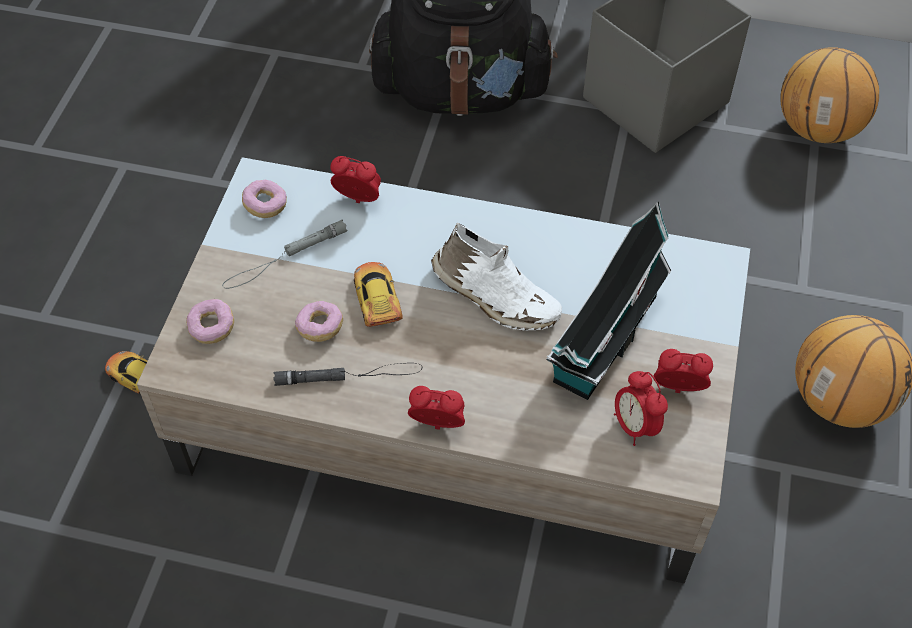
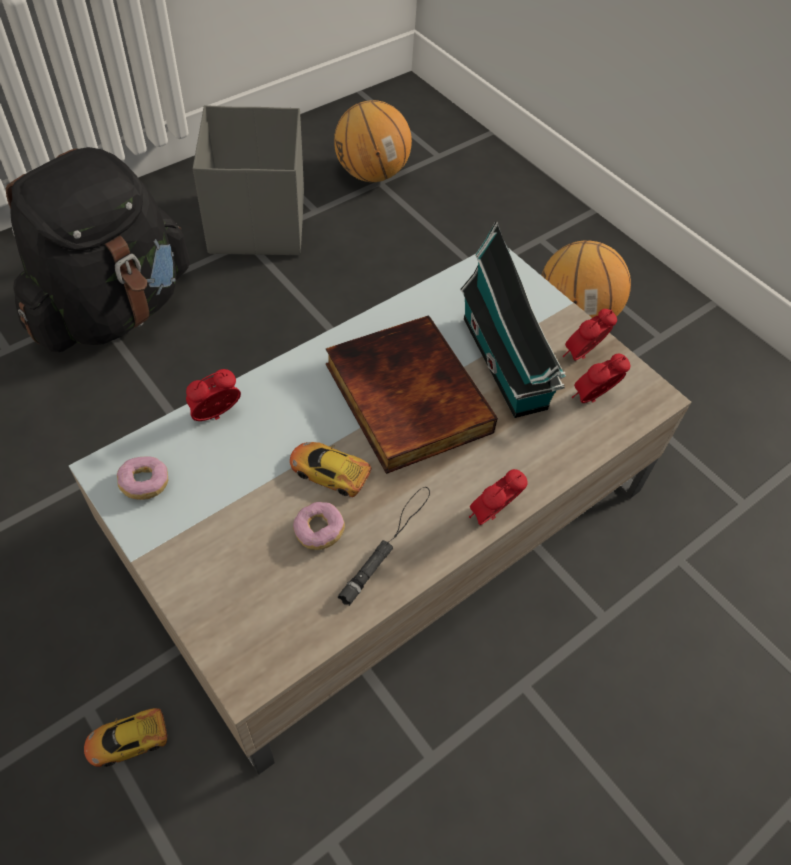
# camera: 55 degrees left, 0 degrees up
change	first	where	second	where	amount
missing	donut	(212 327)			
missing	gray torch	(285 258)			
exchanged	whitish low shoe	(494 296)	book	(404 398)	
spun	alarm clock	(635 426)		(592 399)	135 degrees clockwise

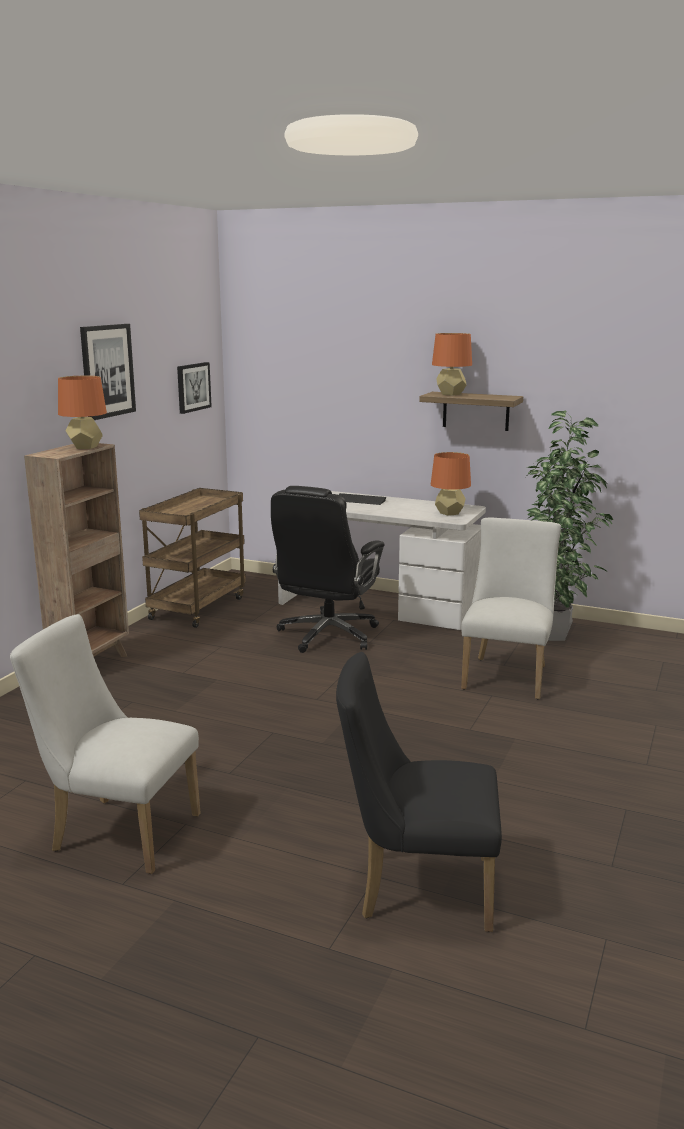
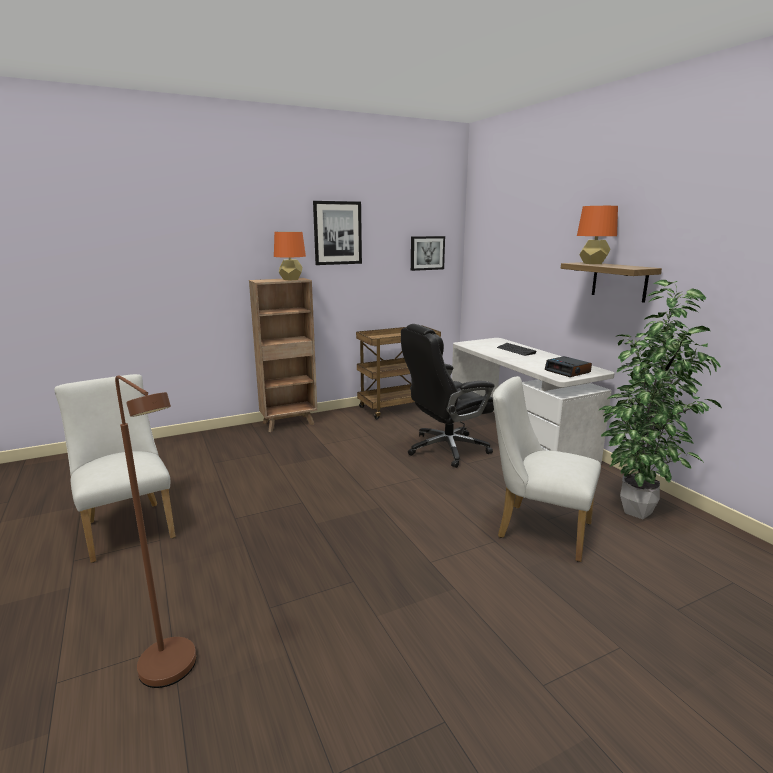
# camera: 40 degrees right, 0 degrees up
change	first	where	second	where	amount
exchanged	black plain chair	(415 888)	brownish floor lamp	(174 674)	
exchanged	orange table lamp	(449 513)	alarm clock	(568 371)	
spun	whitish plain chair	(507 675)		(537 529)	120 degrees counterclockwise

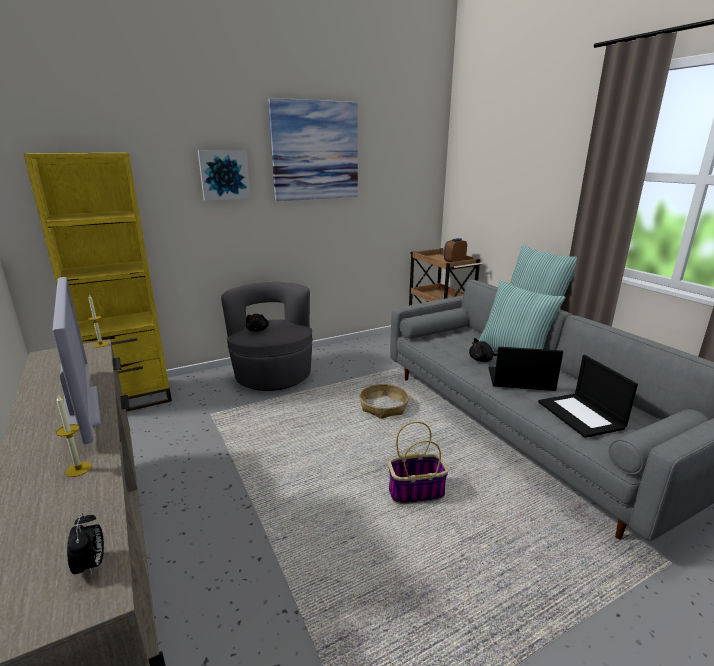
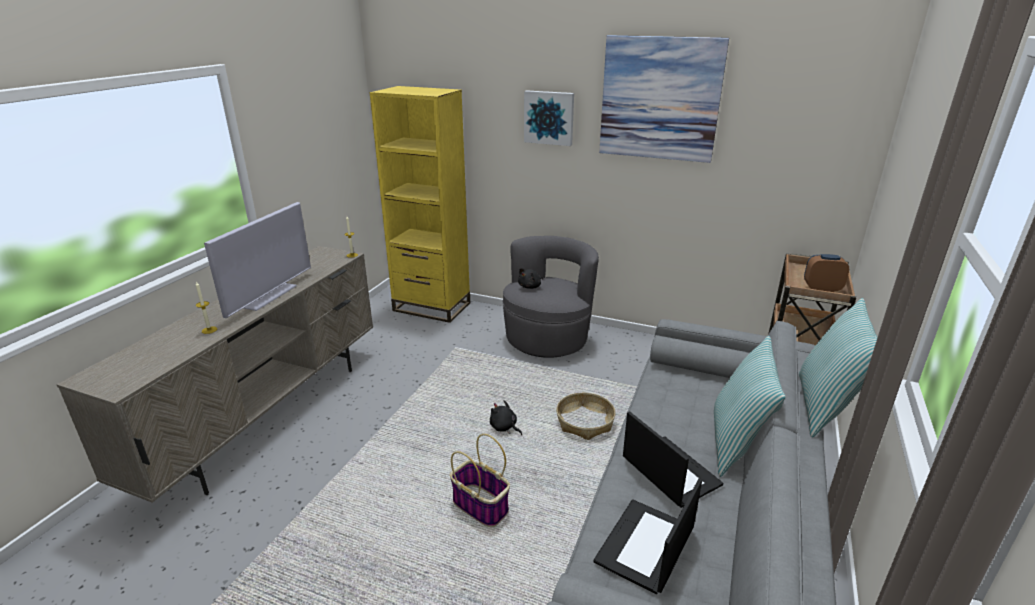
# camera: 50 degrees right, 5 degrees up
change	first	where	second	where	amount
missing	alarm clock	(91 565)			
relocated	black plush toy	(482 360)		(504 427)	

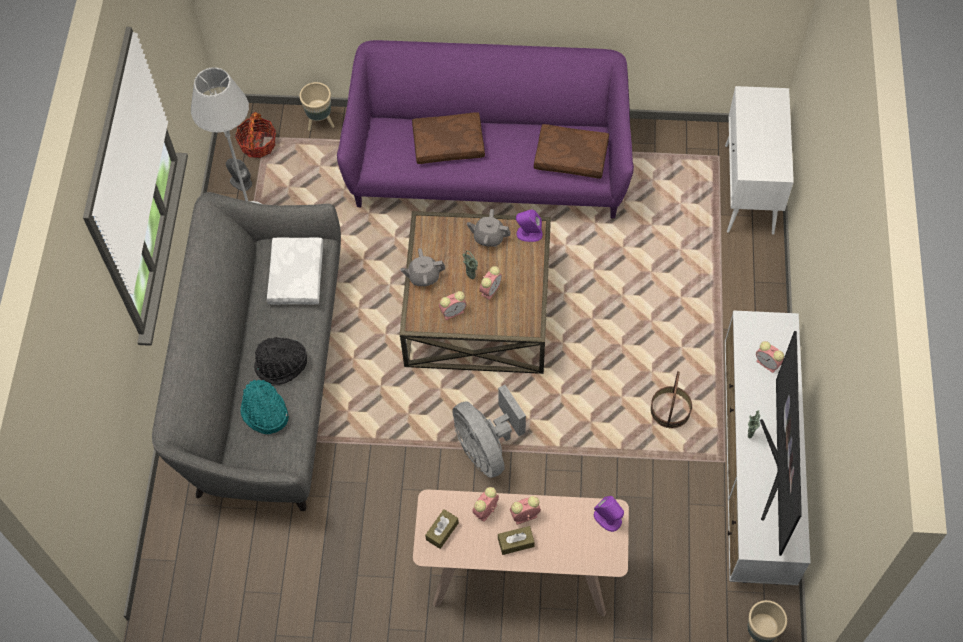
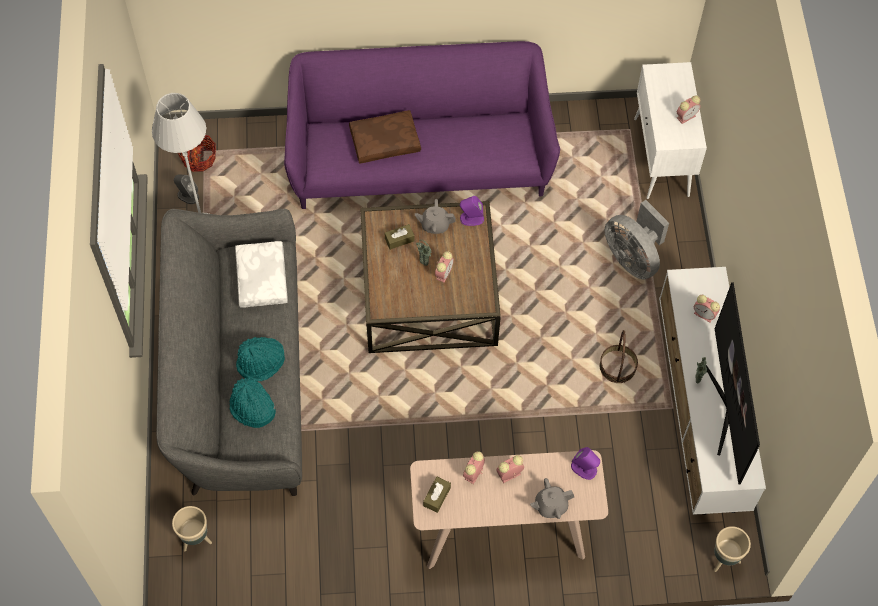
# camera: 10 degrees left, 0 degrees up
change	first	where	second	where	amount
colour	black clothing hat	(281 365)	turquoise-coloured clothing hat	(261 363)	
relocated	beige-coloured flower pot	(320 122)		(196 539)	
relocated	gray pot for tea	(423 276)		(550 505)	
relocated	alarm clock	(453 311)		(686 116)	
relocated	gray fan	(486 448)		(633 258)	
relocated	brownish tissue holder	(516 542)		(399 239)	
missing	brownish cushion	(570 157)			

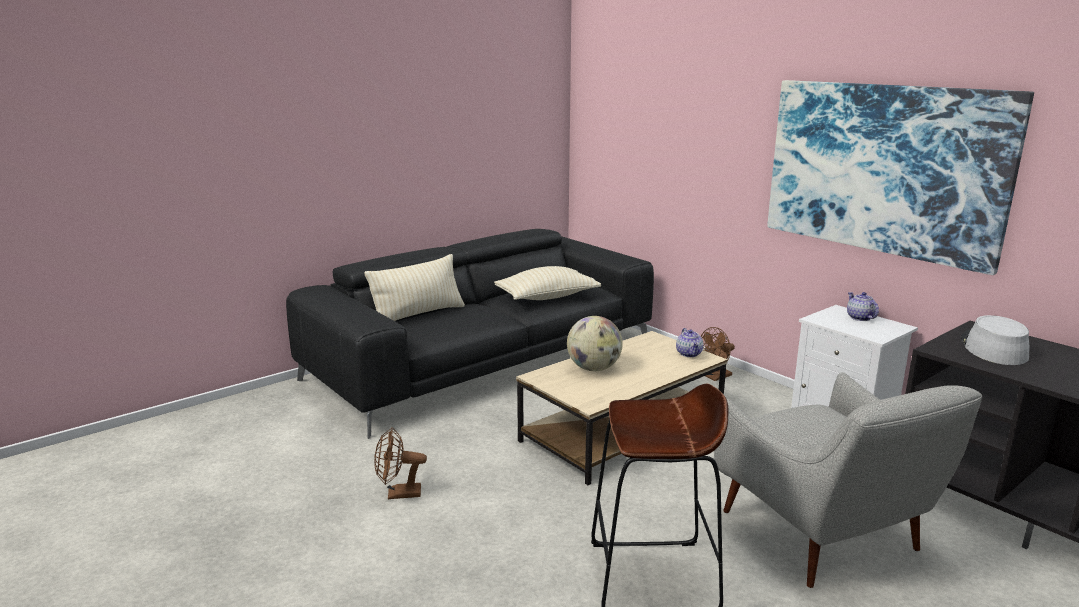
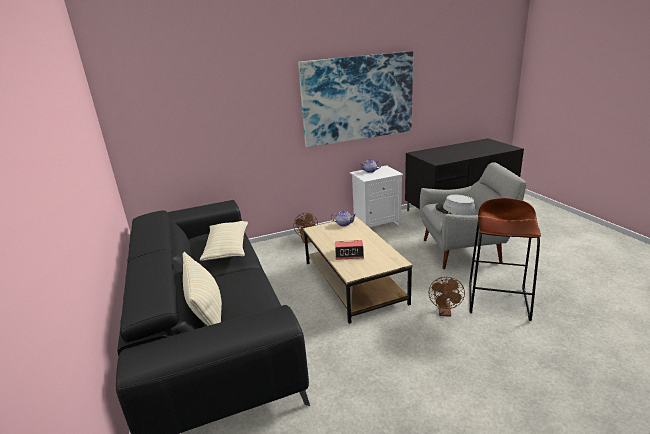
# camera: 70 degrees left, 5 degrees up
change	first	where	second	where	amount
relocated	brownish fan	(398 494)		(445 312)	
exchanged	world globe	(594 369)	alarm clock	(349 253)	
relocated	gray clothing hat	(992 348)		(455 210)	

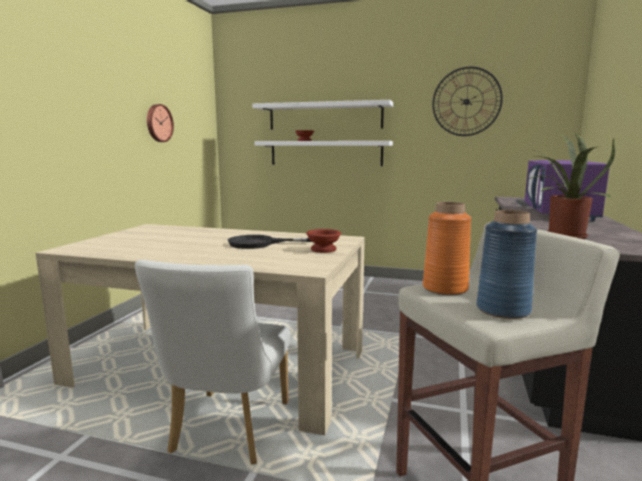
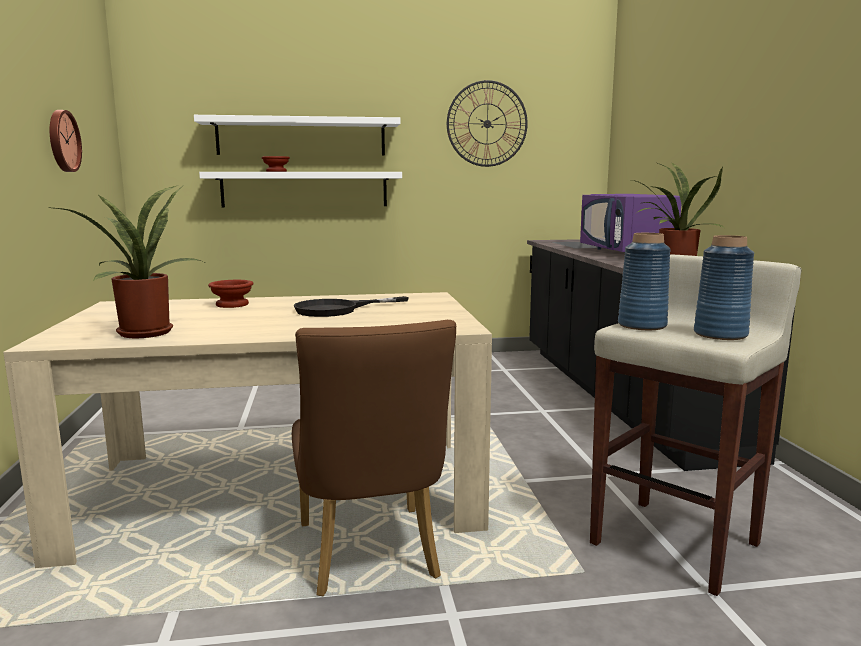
# camera: 25 degrees left, 0 degrees up
change	first	where	second	where	amount
colour	whitish plain chair	(227 432)	brownish plain chair	(370 557)	
relocated	brownish deep dish	(322 249)		(231 304)	
colour	orange flower vase	(445 288)	blue flower vase	(642 325)	
appeared			houseplant	(143 332)	

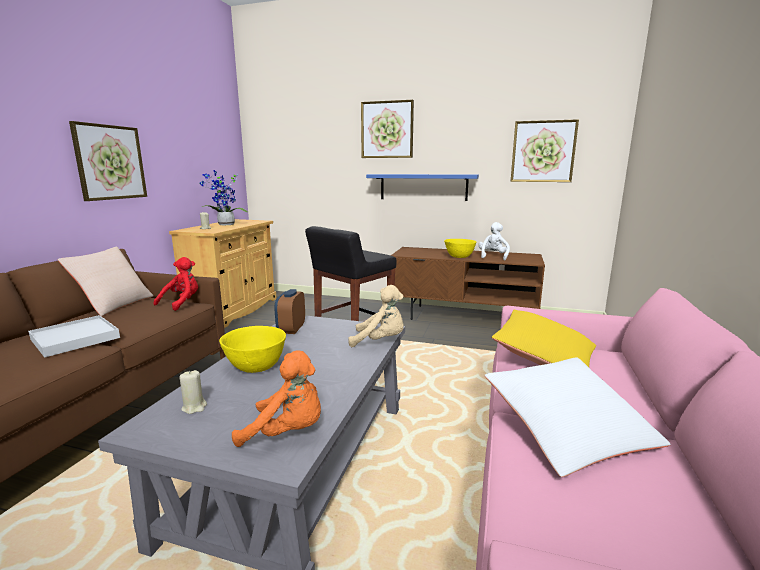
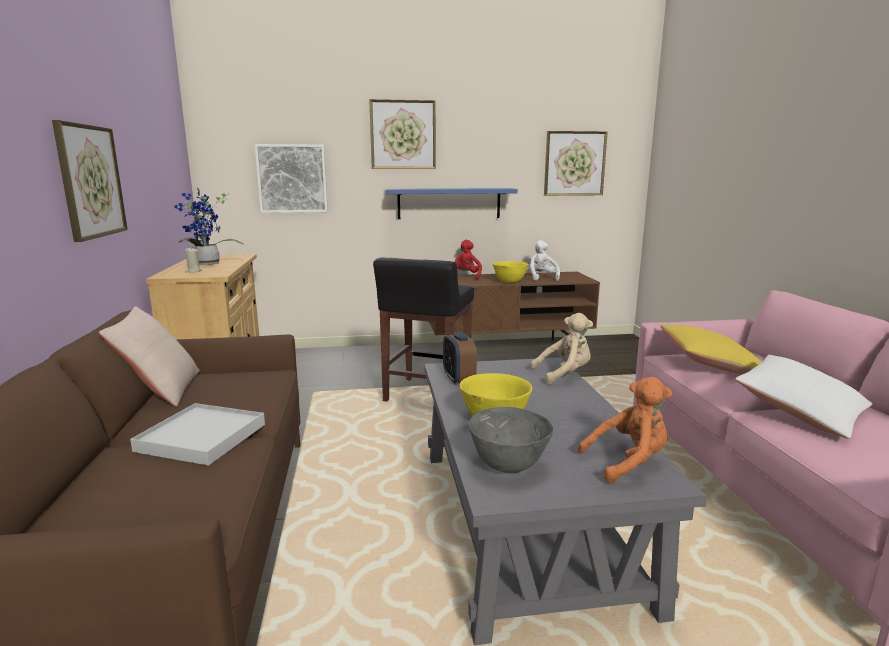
# camera: 25 degrees left, 0 degrees up
change	first	where	second	where	amount
relocated	reddish plush toy	(182 303)		(465 277)	
exchanged	beige-coloured candle	(194 407)	gray deep dish	(508 466)	
appeared			picture	(292 178)	

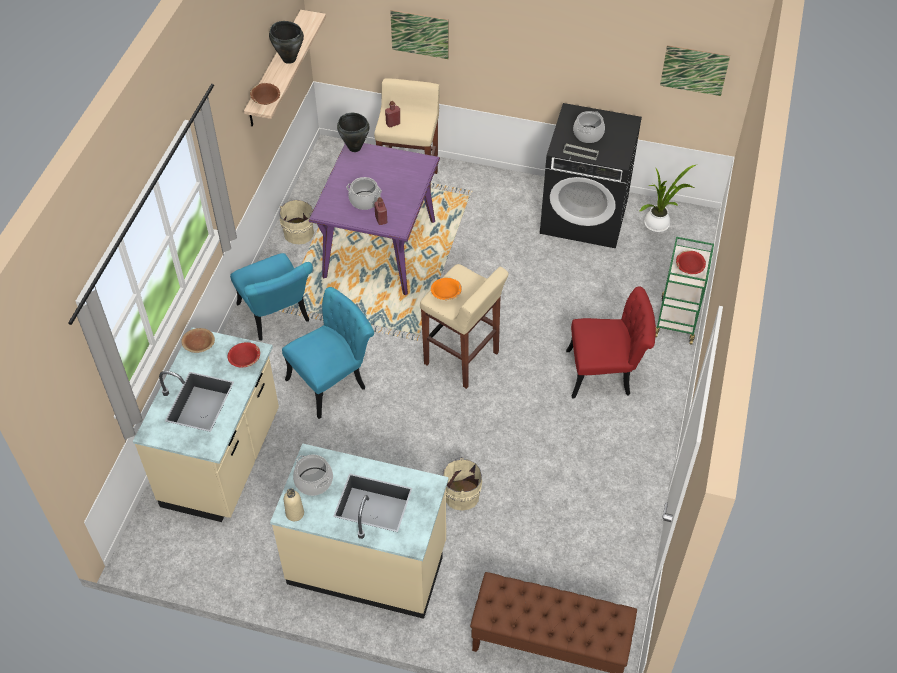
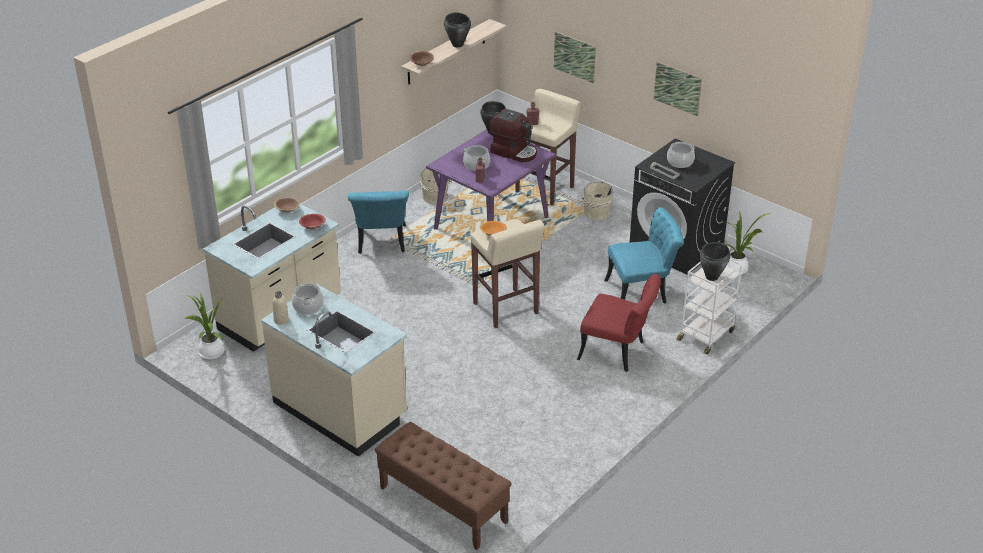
# camera: 25 degrees right, 15 degrees down
change	first	where	second	where	amount
relocated	turquoise-coloured plain chair	(333 380)		(642 291)	
relocated	beige-coloured water bucket	(460 495)		(595 212)	
colour	greenish cart	(676 319)	whitish cart	(706 335)	
relocated	picture	(694 70)		(677 88)	
exchanged	reddish deep dish	(689 268)	black cooking pot	(712 277)	
appeared			houseplant	(211 354)	
appeared			coffee machine	(514 152)	

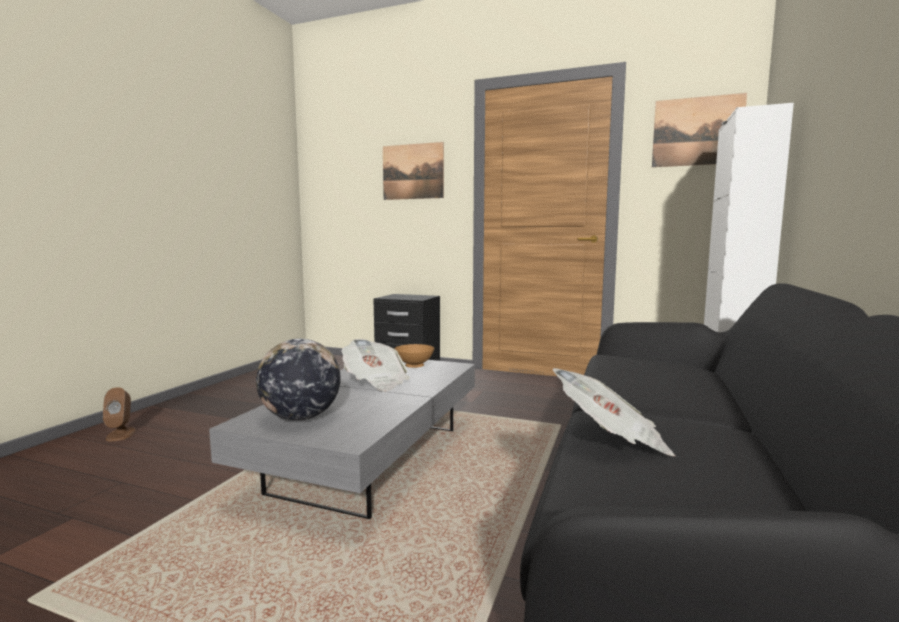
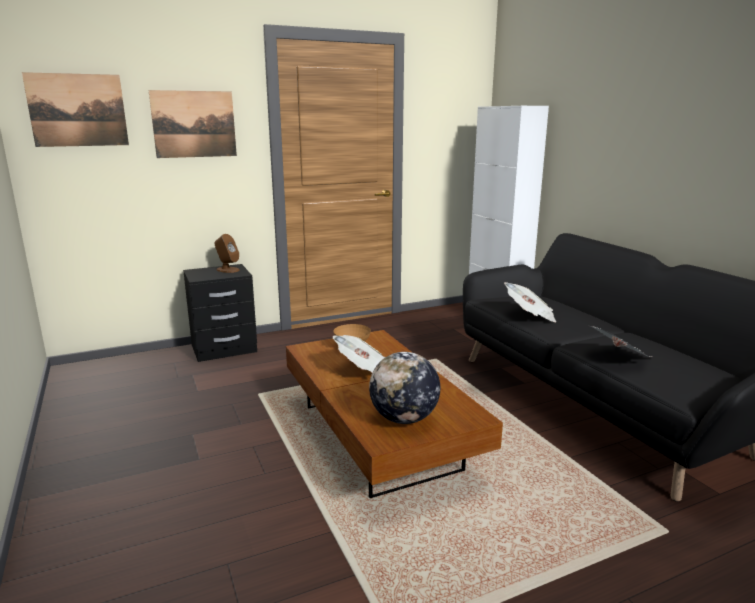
# camera: 45 degrees left, 10 degrees up
change	first	where	second	where	amount
relocated	brownish loudspeaker	(121 434)		(227 270)	
colour	gray coffee table	(371 459)	brownish coffee table	(380 437)	
relocated	picture	(697 131)		(78 110)	
appeared			newspaper	(530 316)	

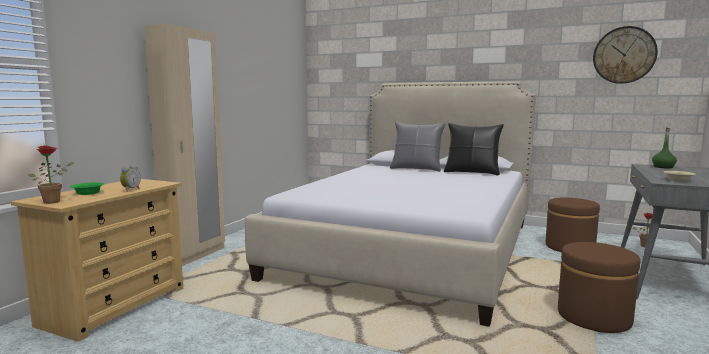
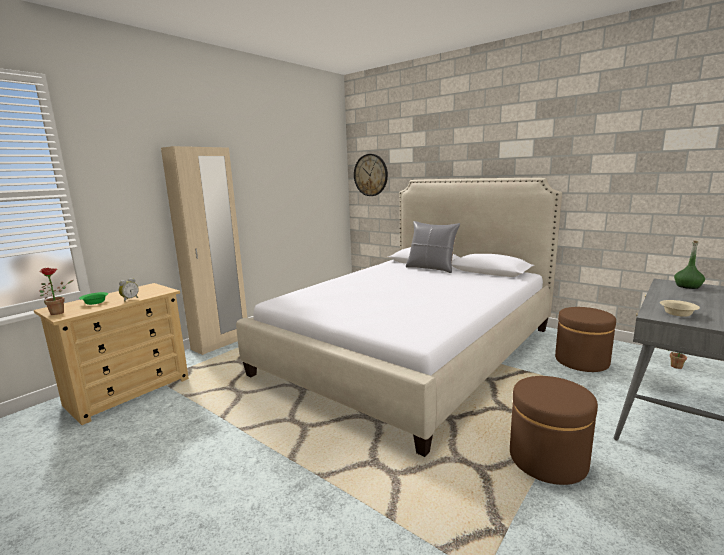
# camera: 15 degrees right, 5 degrees up
change	first	where	second	where	amount
missing	black cushion	(472 172)			
relocated	hanging clock	(624 55)		(370 175)	

